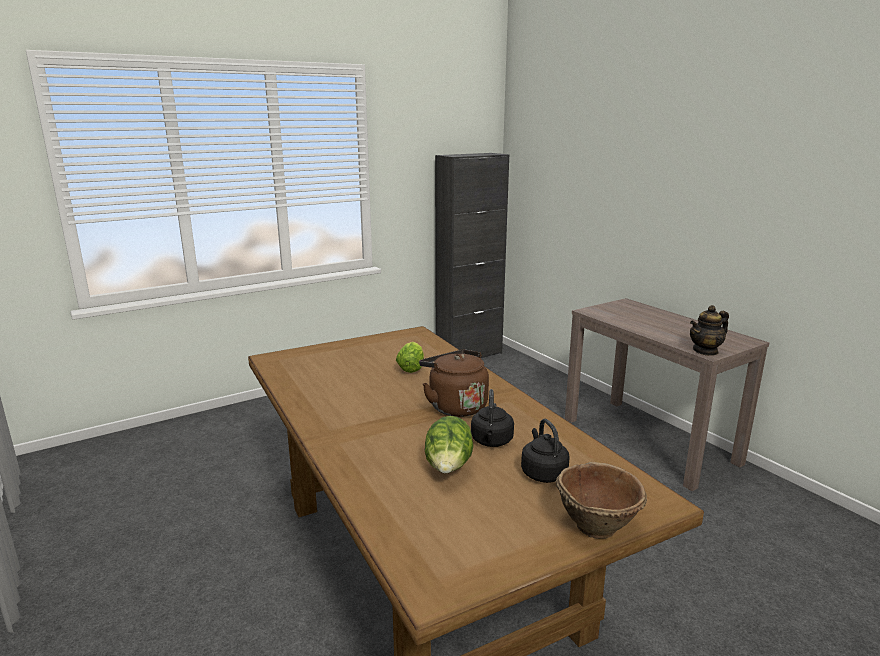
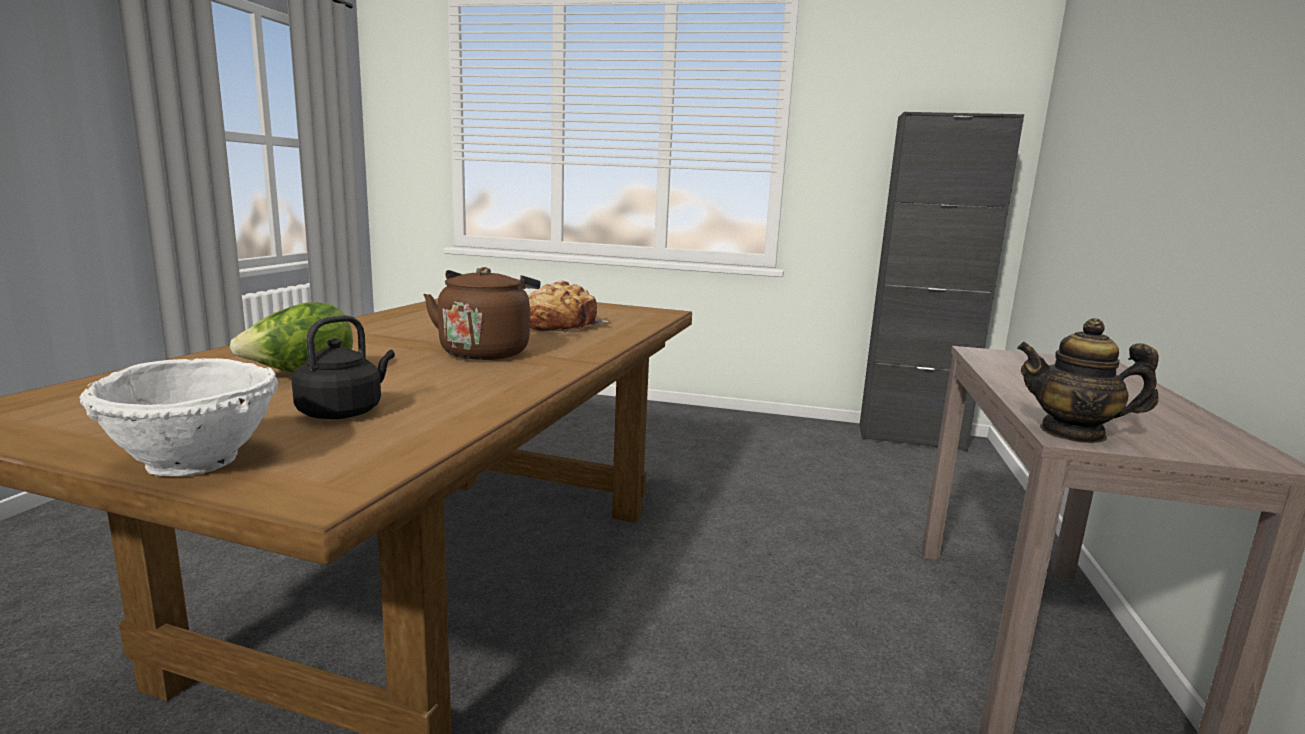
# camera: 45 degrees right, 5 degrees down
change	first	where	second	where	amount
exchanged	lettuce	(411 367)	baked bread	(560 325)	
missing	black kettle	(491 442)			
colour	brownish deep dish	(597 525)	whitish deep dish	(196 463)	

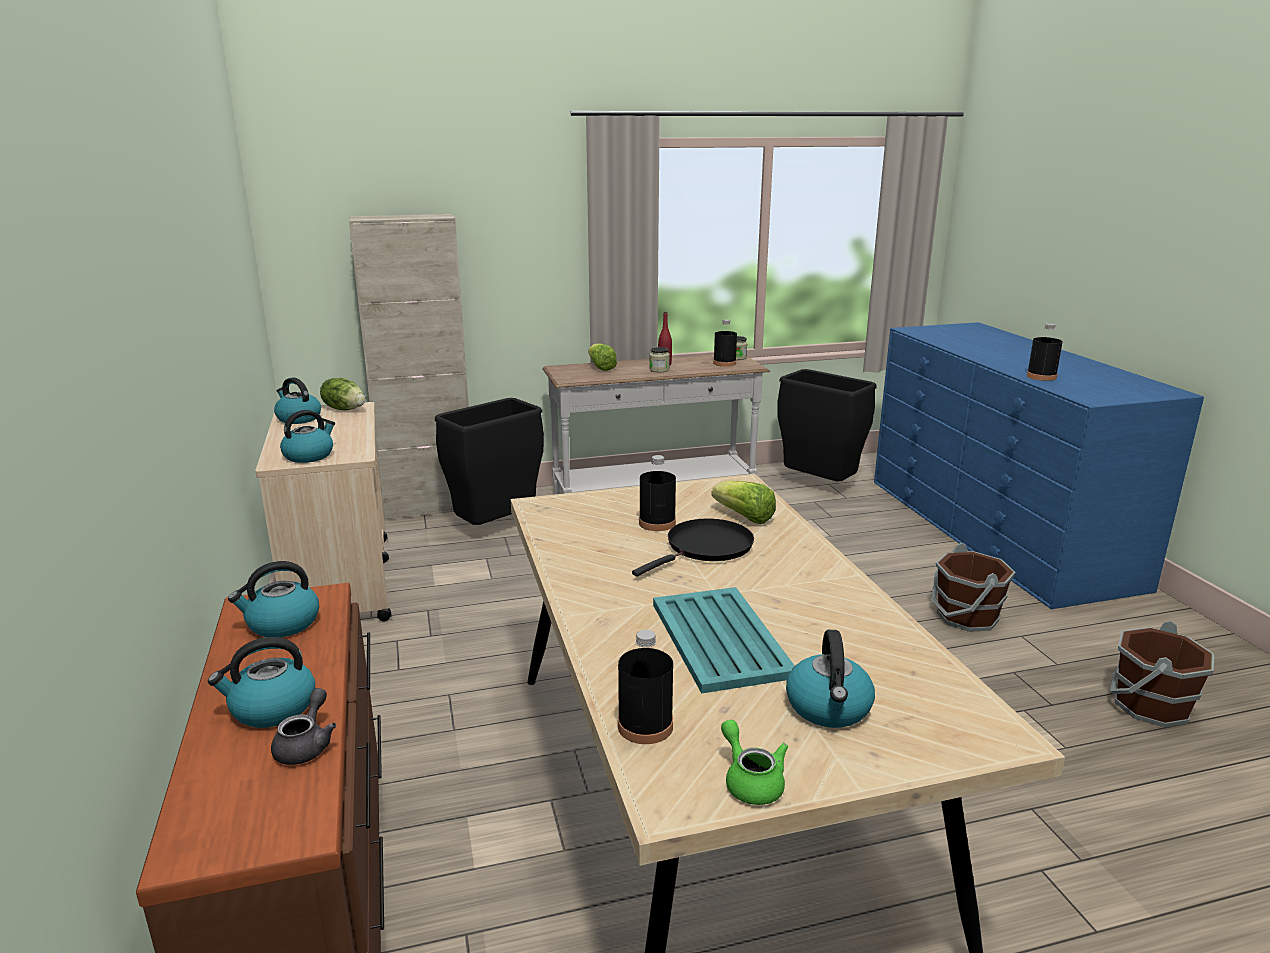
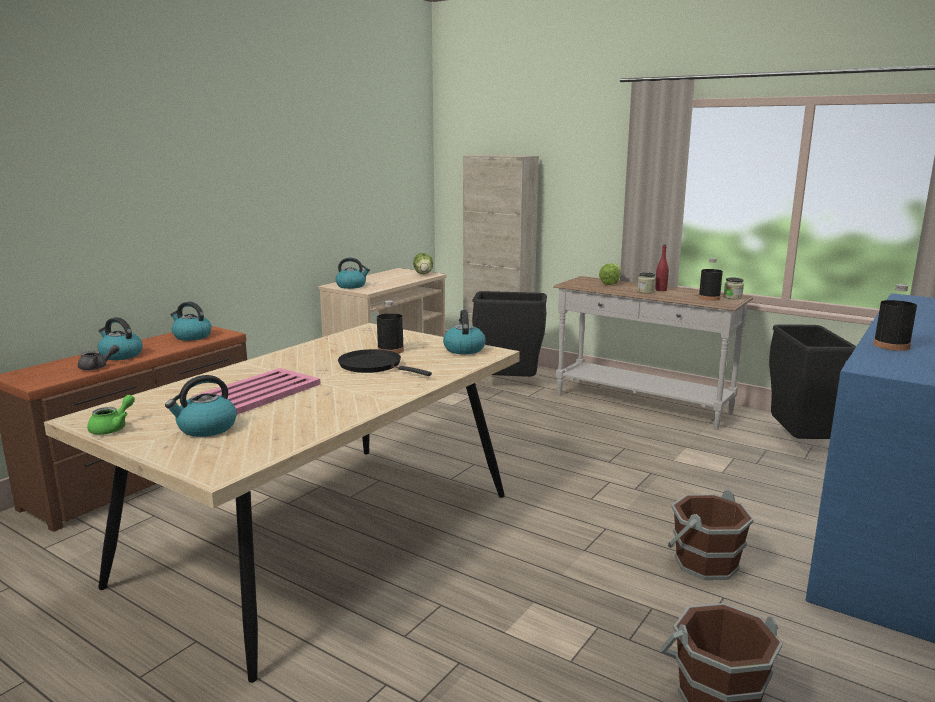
# camera: 50 degrees right, 5 degrees down
change	first	where	second	where	amount
relocated	kettle	(298 418)		(464 349)	
missing	black bottle	(645 726)			
spun	black frying pan	(706 548)		(374 366)	150 degrees counterclockwise
colour	turquoise-coloured serving tray	(720 640)	pinkish serving tray	(257 393)	
missing	lettuce	(744 517)			

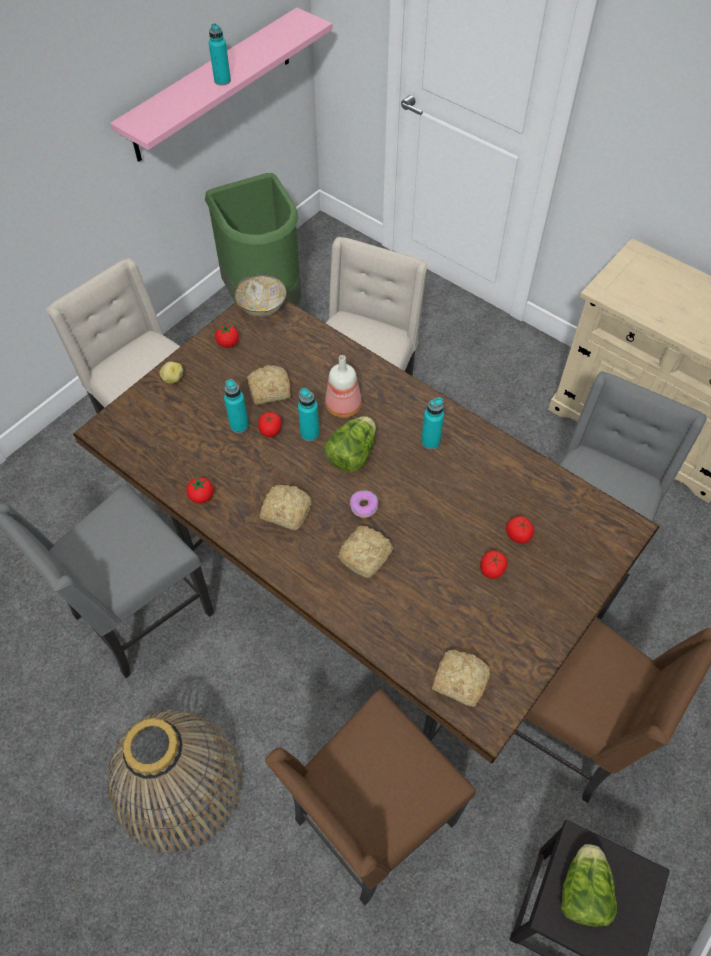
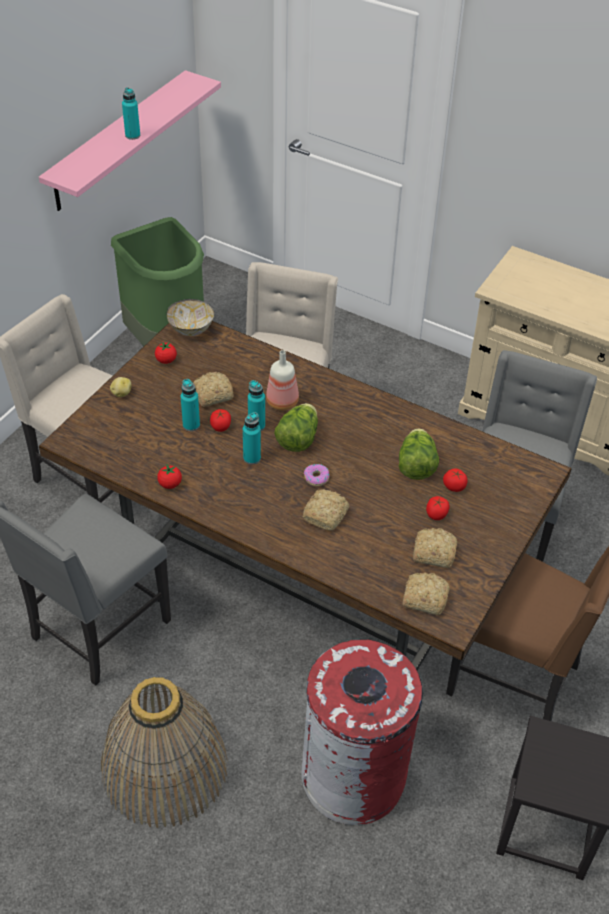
# camera: 10 degrees left, 10 degrees down
change	first	where	second	where	amount
relocated	baked bread	(285 510)		(432 553)	
exchanged	brownish plain chair	(371 822)	reddish trash can	(353 776)	
relocated	turquoise-coloured bottle	(430 441)		(252 458)	
relocated	lettuce	(583 891)		(416 466)	

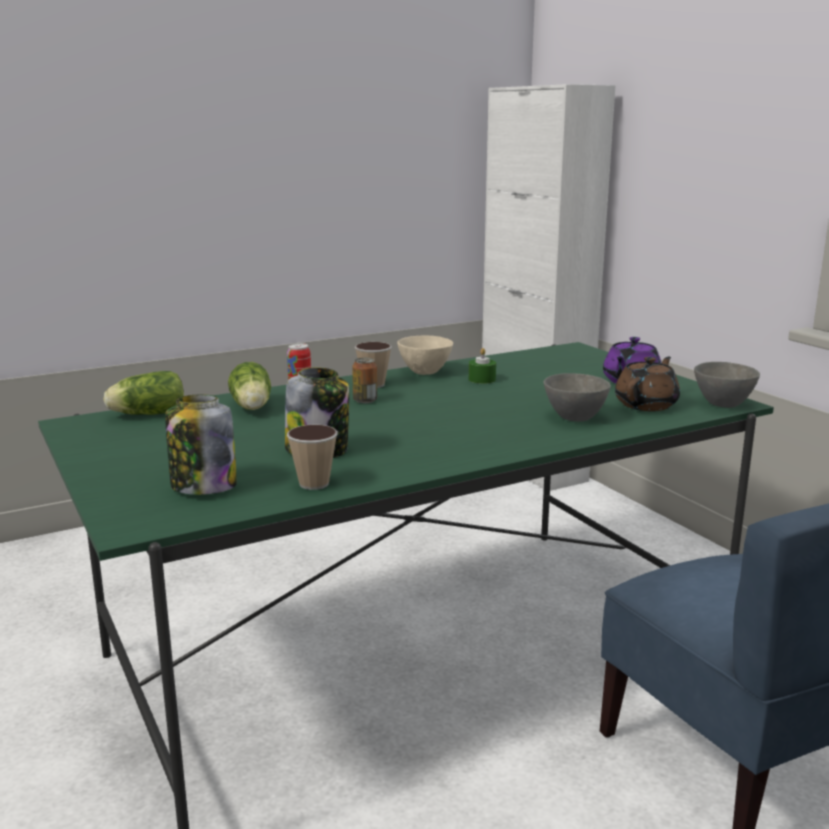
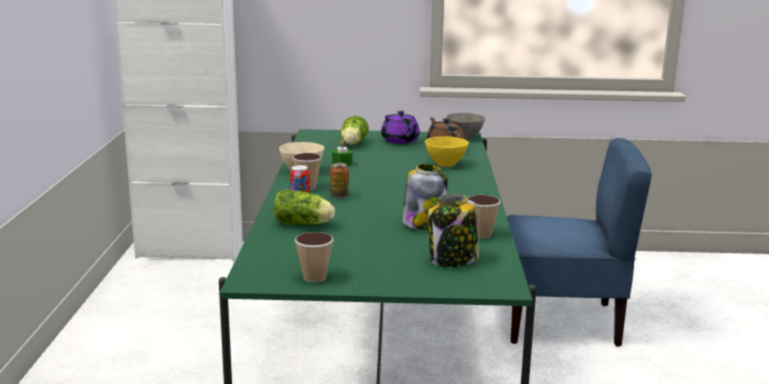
# camera: 60 degrees left, 0 degrees up
change	first	where	second	where	amount
relocated	lettuce	(146 414)		(353 144)	
colour	gray deep dish	(573 418)	yellow-coloured deep dish	(445 165)	
appeared			cup	(314 278)	

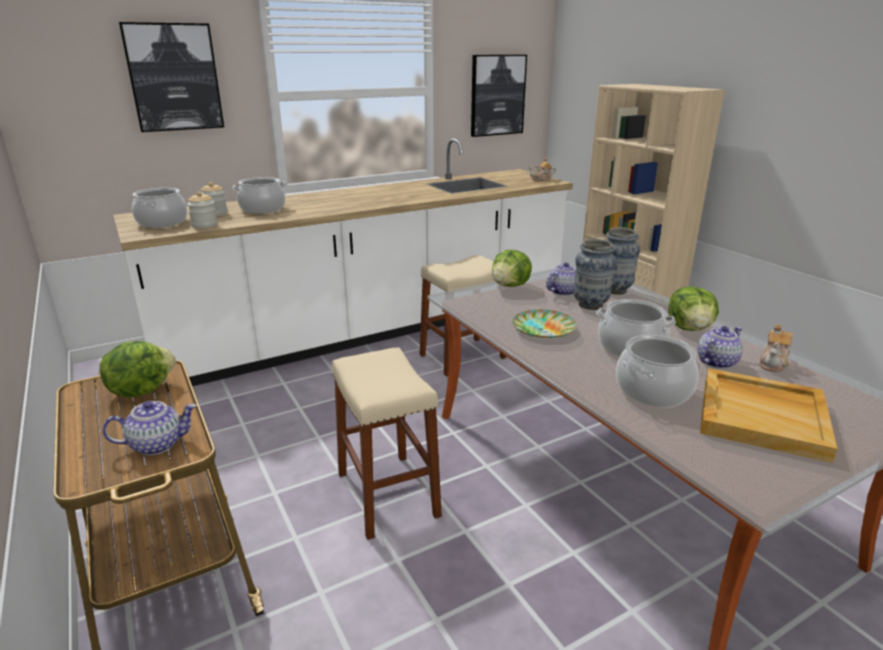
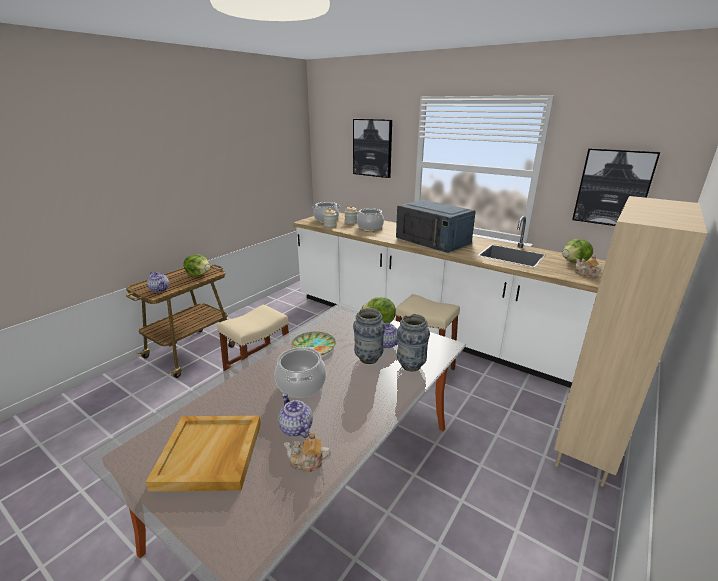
# camera: 65 degrees right, 0 degrees up
change	first	where	second	where	amount
missing	cooking pot	(653 391)			
relocated	lettuce	(690 328)		(575 262)	
spun	pot for tea	(716 362)		(295 428)	150 degrees counterclockwise
appeared			blue microwave oven	(433 240)	

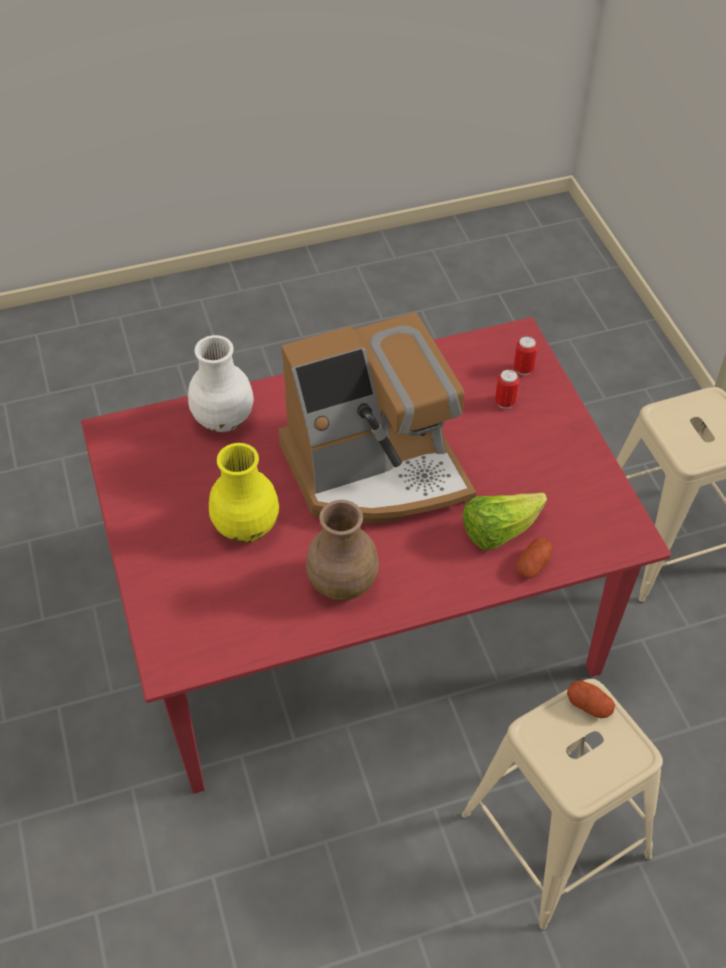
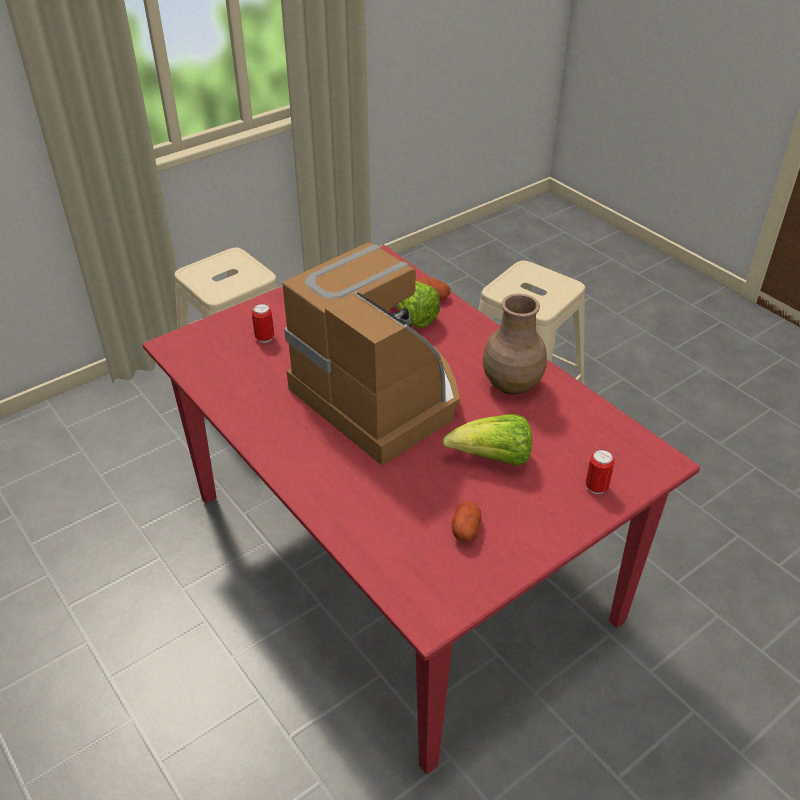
# camera: 110 degrees left, 10 degrees down
change	first	where	second	where	amount
missing	whitish flower vase	(223 419)			
exchanged	yellow-coloured flower vase	(245 527)	lettuce	(493 459)	
relocated	can	(523 369)		(596 487)	
relocated	potato	(589 705)		(465 529)	

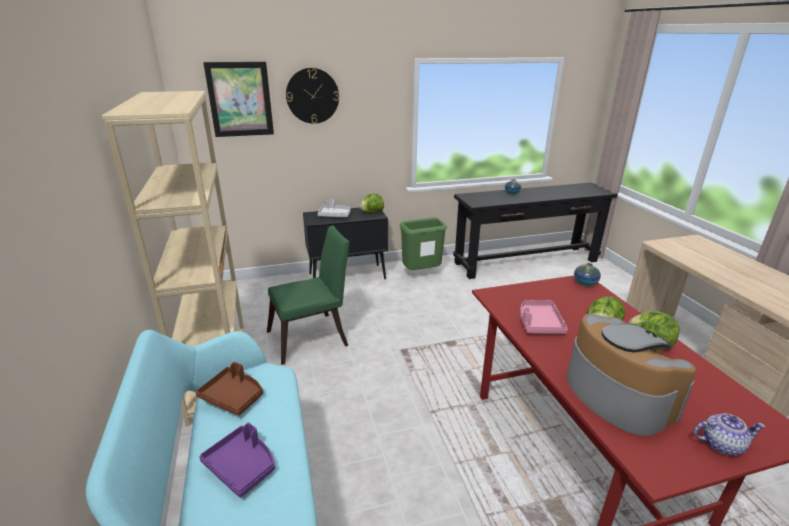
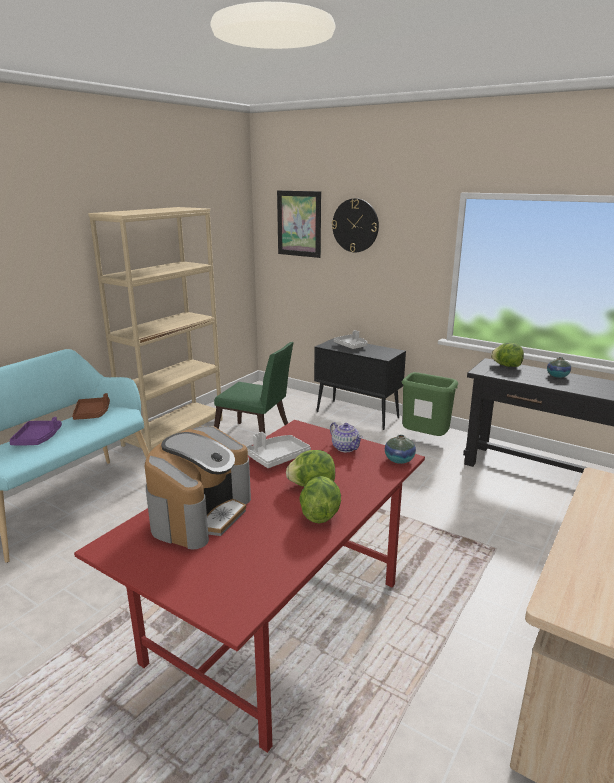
# camera: 50 degrees right, 5 degrees down
change	first	where	second	where	amount
relocated	lettuce	(372 212)		(506 366)	
colour	pinkish serving tray	(539 323)	gray serving tray	(277 457)	
relocated	pot for tea	(720 444)		(345 447)	

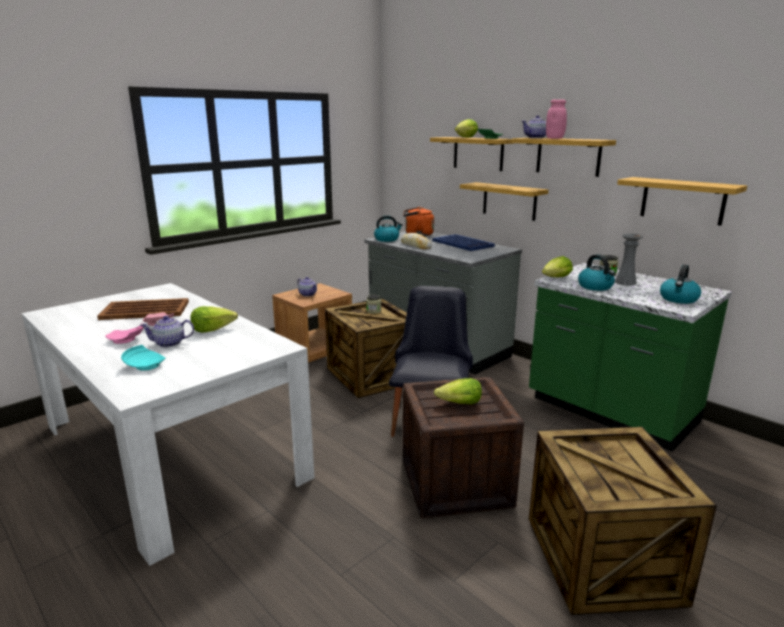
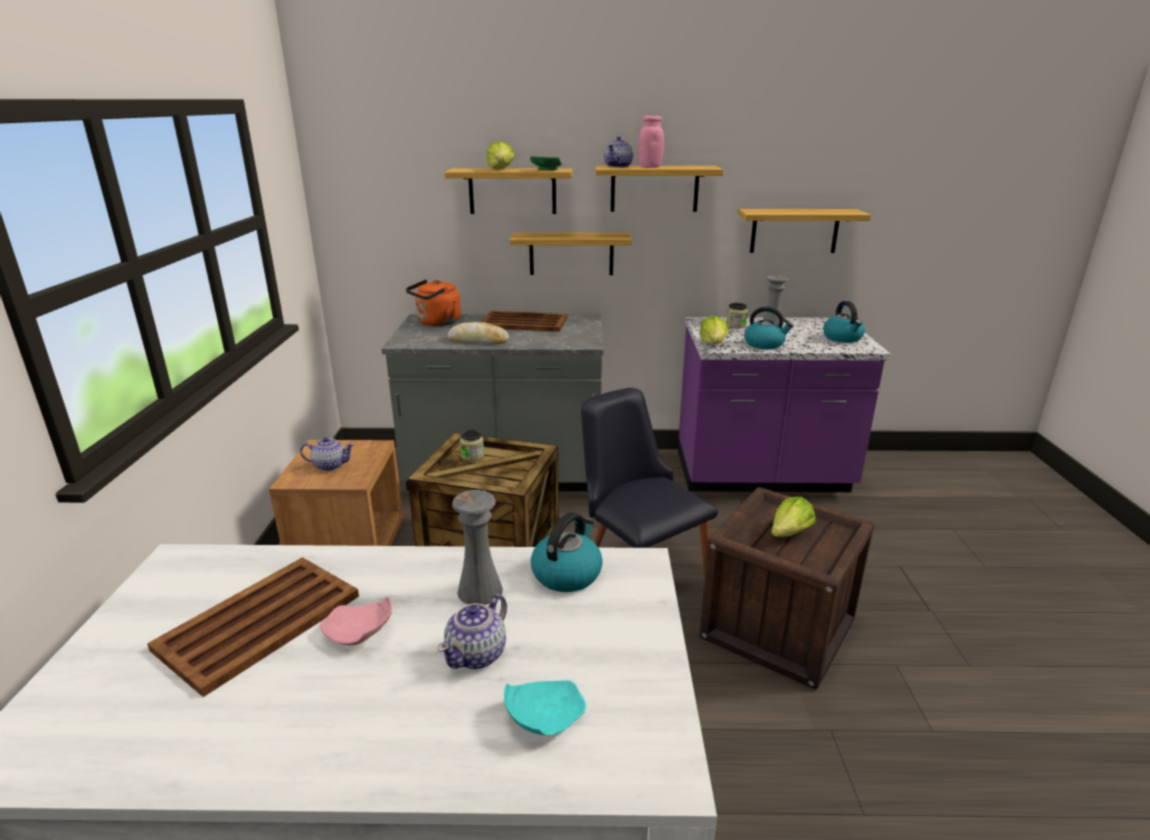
# camera: 45 degrees left, 5 degrees up
change	first	where	second	where	amount
missing	pinkish plate	(127 340)			
exchanged	lettuce	(213 329)	gray flower vase	(480 590)	
relocated	kettle	(387 239)		(567 573)	
colour	blue serving tray	(463 243)	brownish serving tray	(525 323)	
colour	greenish kitchen base unit	(610 411)	purple kitchen base unit	(762 475)	
missing	packing crate	(604 559)			

